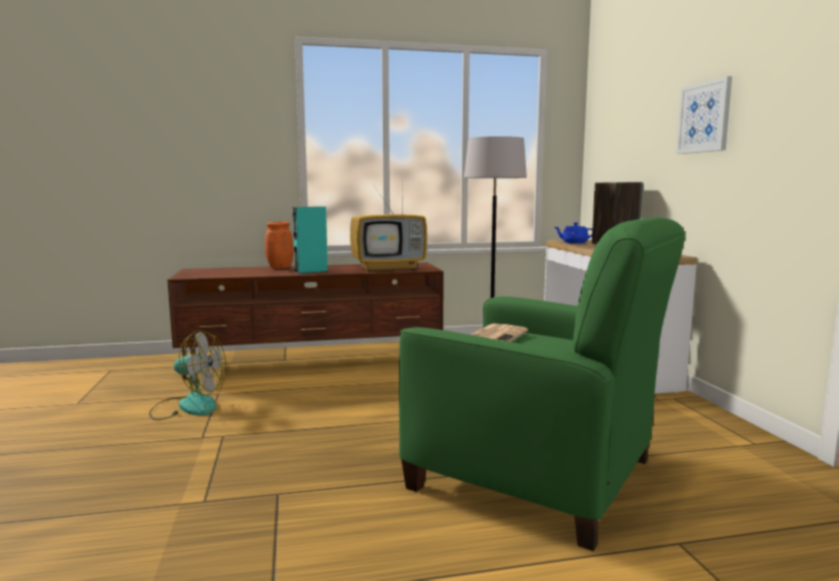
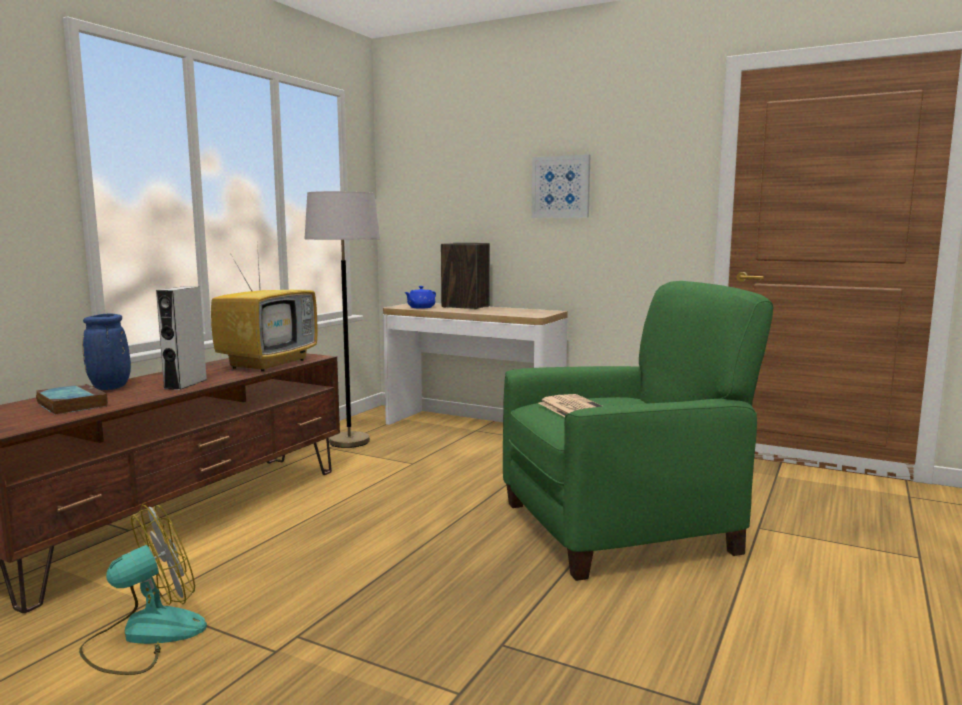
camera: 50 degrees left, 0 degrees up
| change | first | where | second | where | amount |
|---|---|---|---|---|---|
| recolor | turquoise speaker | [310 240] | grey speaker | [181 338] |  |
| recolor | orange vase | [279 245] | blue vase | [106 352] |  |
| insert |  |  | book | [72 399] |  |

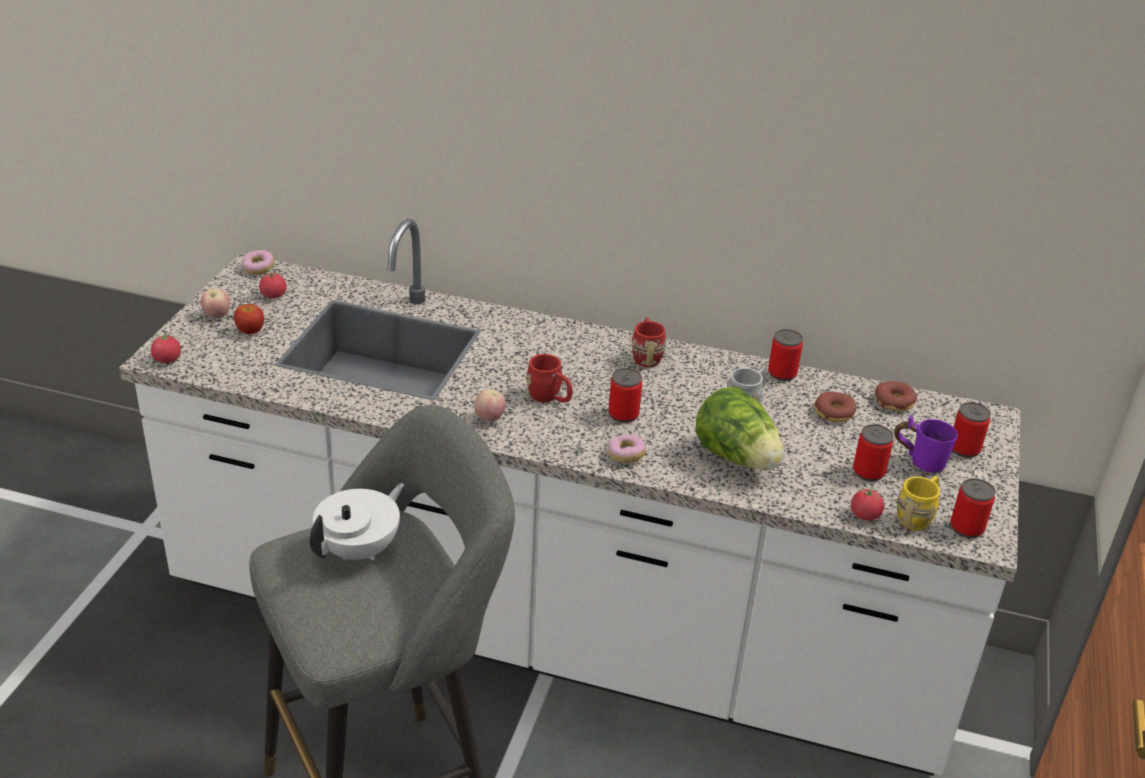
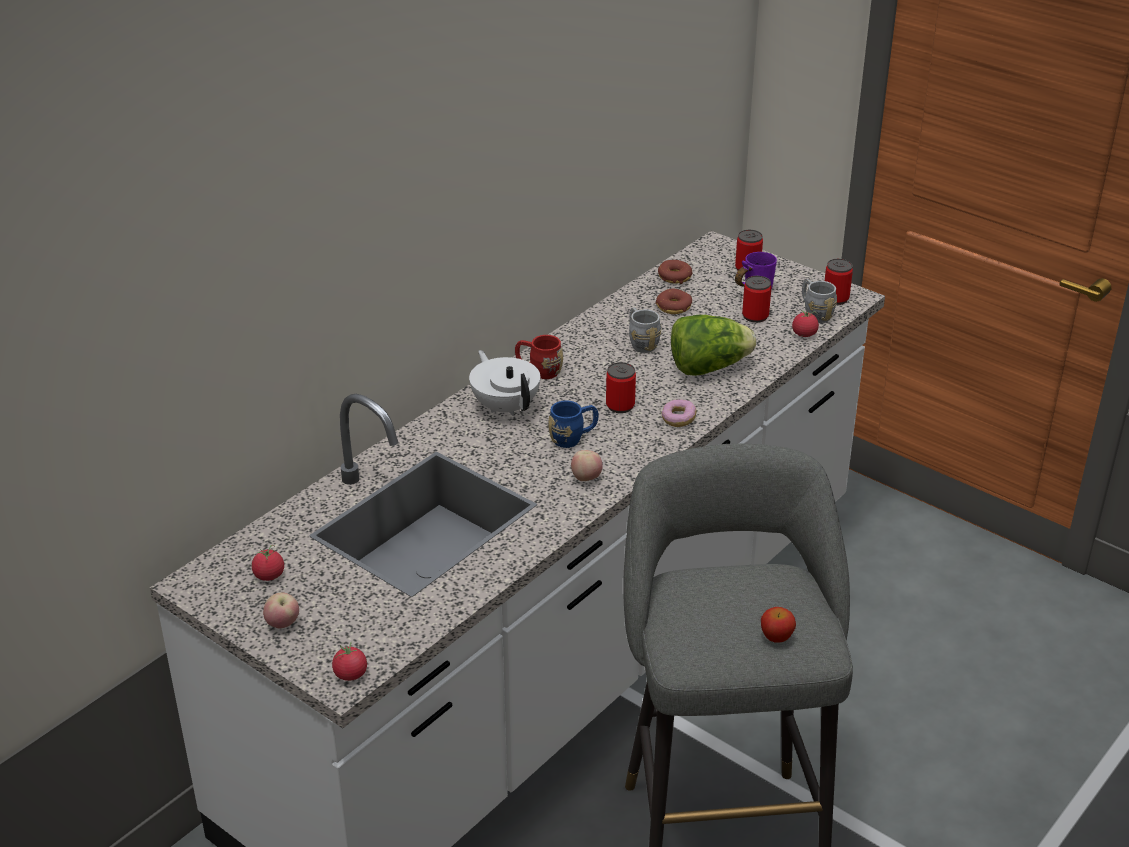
camera: 65 degrees left, 0 degrees up
| change | first | where | second | where | amount |
|---|---|---|---|---|---|
| delete | donut | [258 262] |  |  |  |
| move | apple | [249 319] |  | [778 625] |  |
| delete | can | [785 355] |  |  |  |
| recolor | red mug | [549 378] | blue mug | [573 424] |  |
| recolor | yellow mug | [918 503] | grey mug | [819 301] |  |
| move | white teapot | [357 522] |  | [504 383] |  |

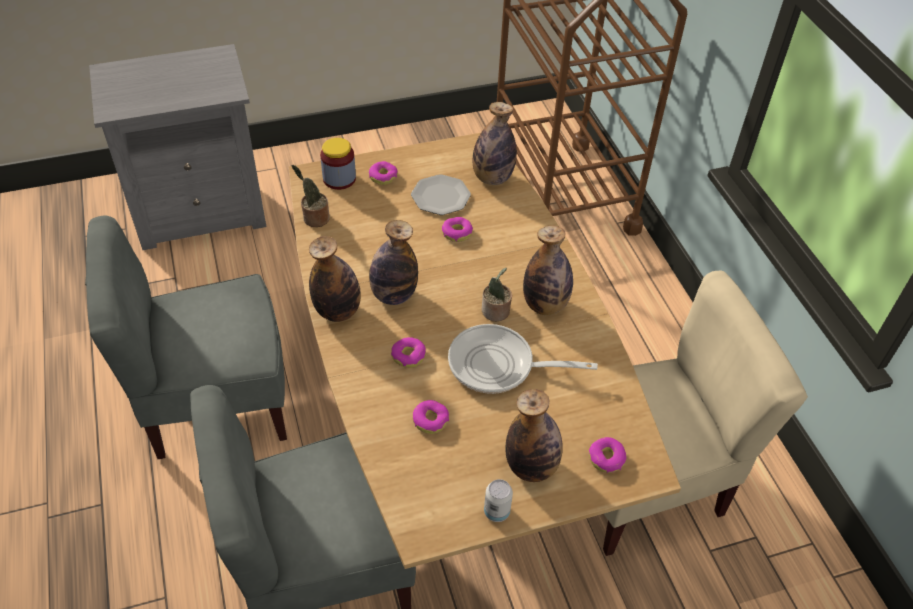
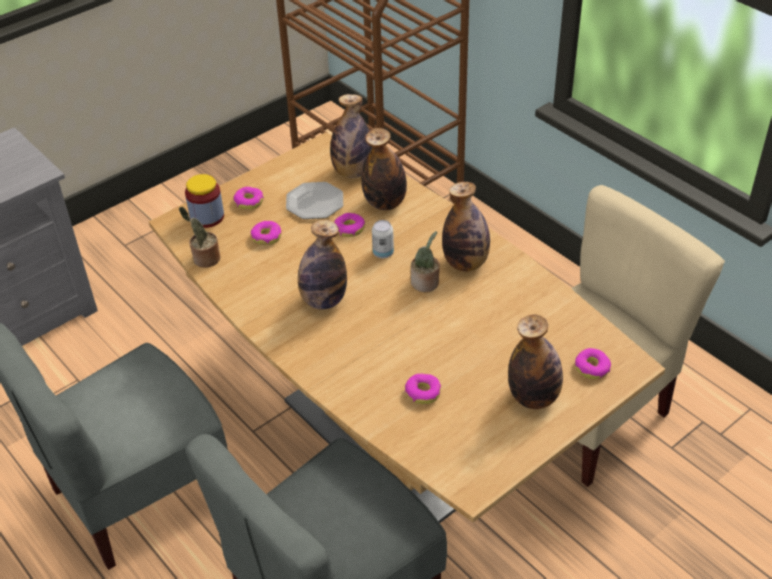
camera: 20 degrees left, 5 degrees down
| change | first | where | second | where | amount |
|---|---|---|---|---|---|
| move | bottle | [335 279] |  | [384 169] |  |
| delete | frying pan | [523 359] |  |  |  |
| move | donut | [408 352] |  | [266 233] |  |
| move | can | [498 500] |  | [383 239] |  |

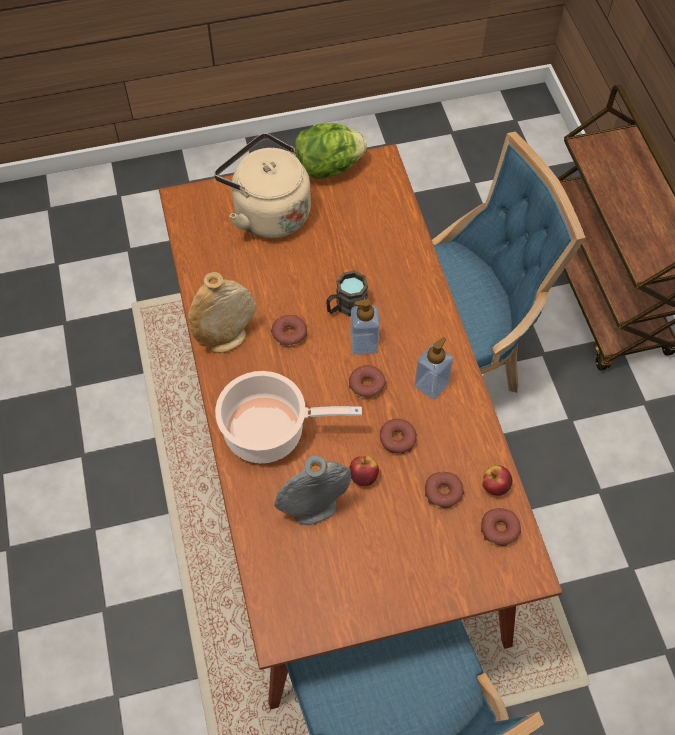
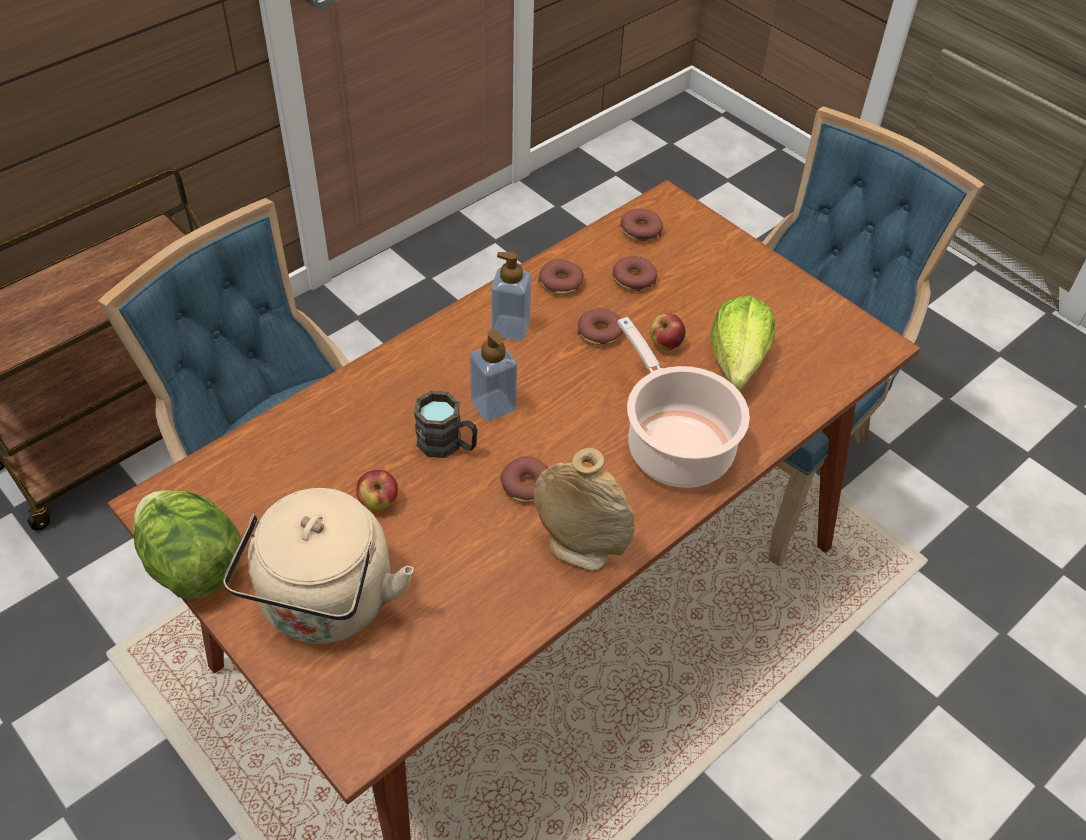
camera: 120 degrees left, 10 degrees down
| change | first | where | second | where | amount |
|---|---|---|---|---|---|
| move | donut | [367 381] |  | [561 277] |  |
| replace | grey vase | [312 490] | lettuce | [743 342] |  |
| move | apple | [497 480] |  | [377 490] |  |

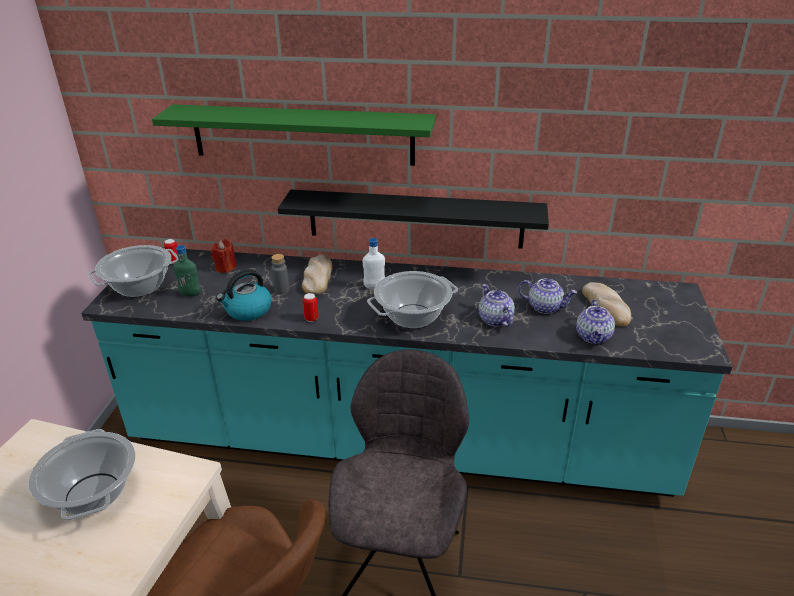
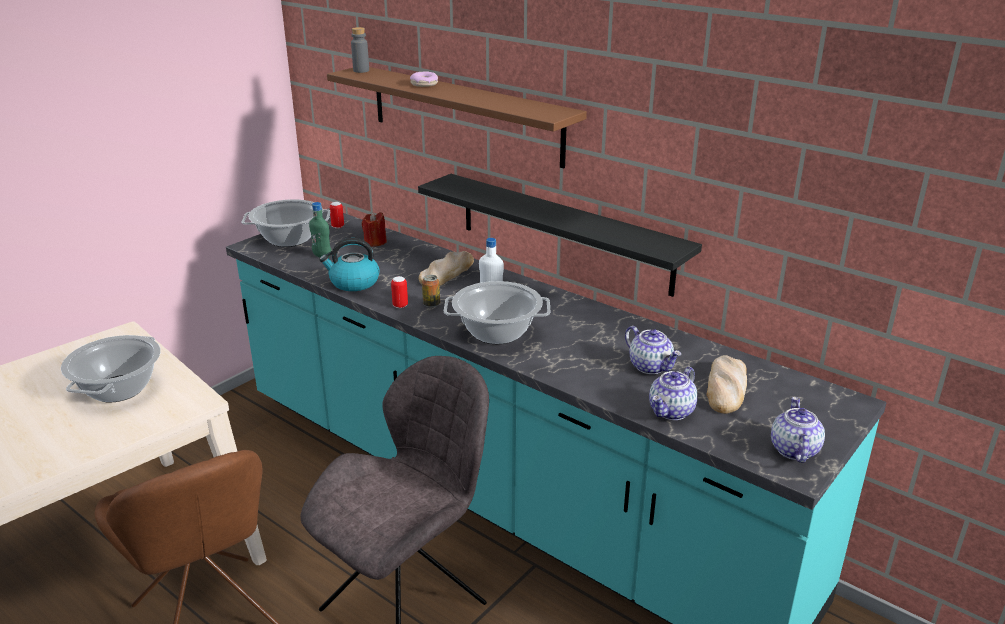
camera: 30 degrees right, 5 degrees down
| change | first | where | second | where | amount |
|---|---|---|---|---|---|
| recolor | green shelf | [294 135] | brown shelf | [457 118] |  |
| move | grey bottle | [280 274] |  | [360 50] |  |
| move | teapot | [497 305] |  | [798 430] |  |
| insert |  |  | donut | [424 79] |  |
| insert |  |  | can | [431 291] |  |

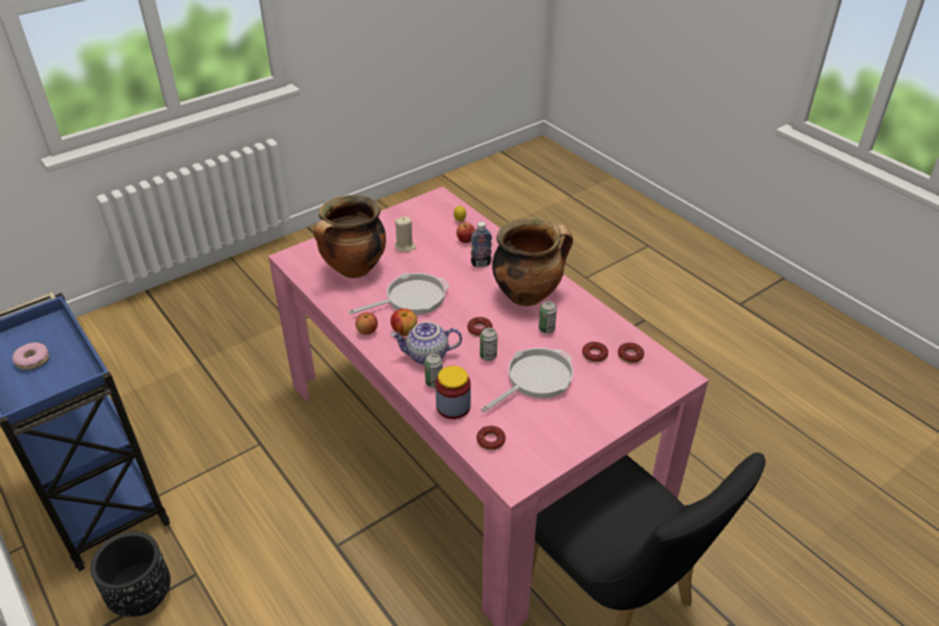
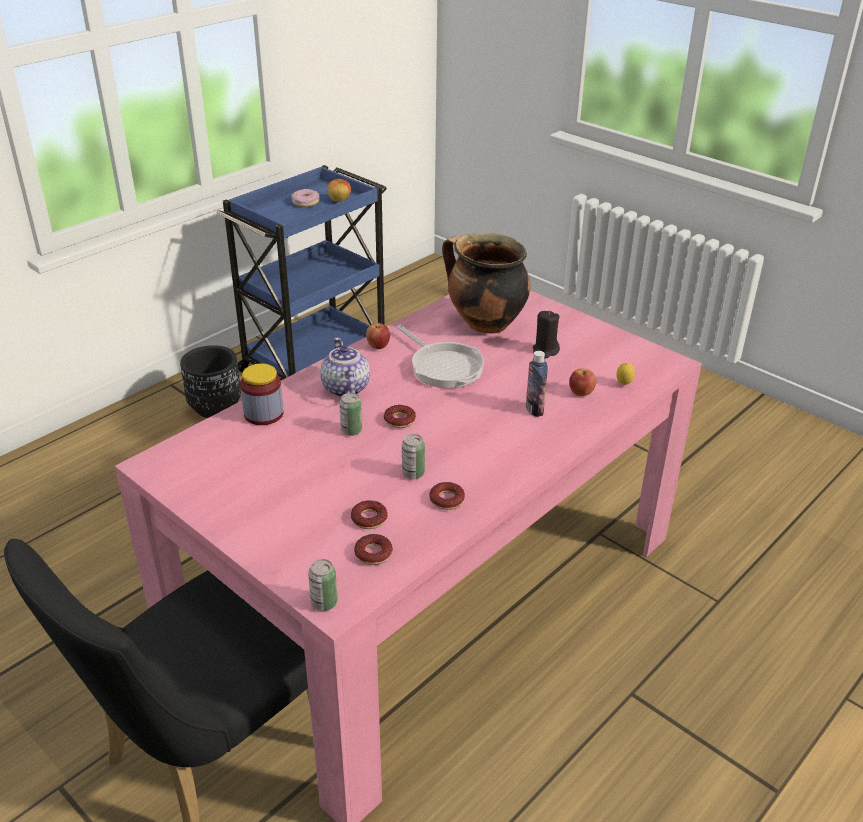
camera: 80 degrees right, 5 degrees down
| change | first | where | second | where | amount |
|---|---|---|---|---|---|
| recolor | beige candle | [405 234] | black candle | [546 334] |  |
| delete | cooking pot | [532 262] |  |  |  |
| move | apple | [404 322] |  | [339 190] |  |
| delete | frying pan | [527 380] |  |  |  |
| move | can | [433 370] |  | [323 585] |  |
| move | donut | [491 438] |  | [447 496] |  |

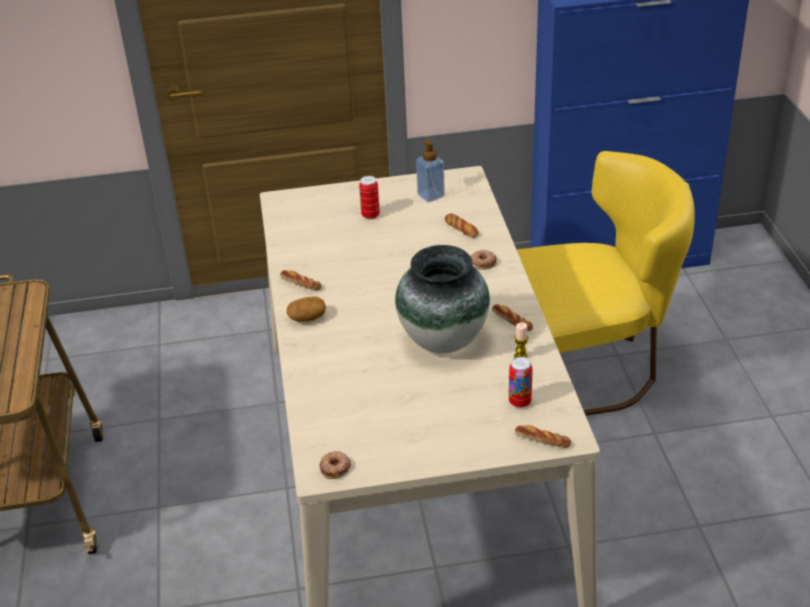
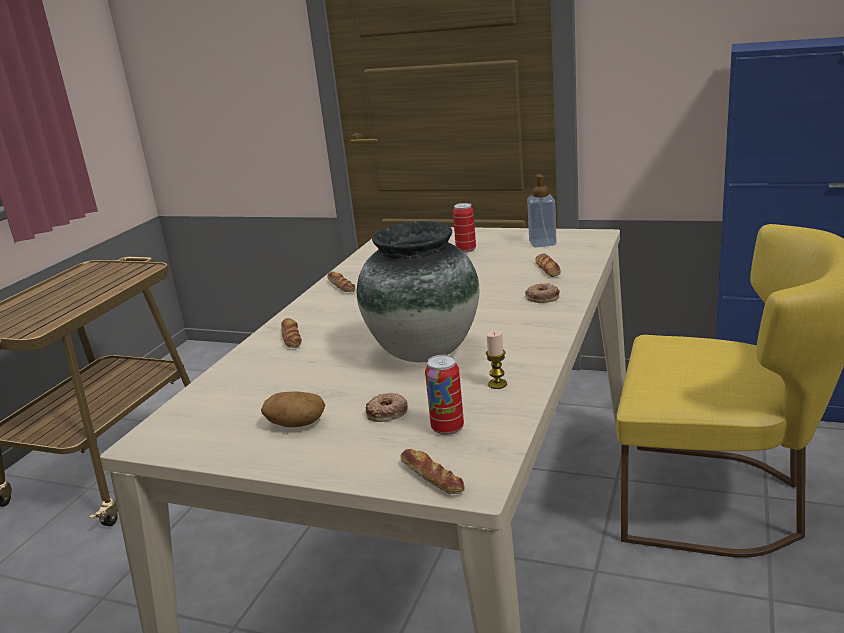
camera: 30 degrees right, 15 degrees down
| change | first | where | second | where | amount |
|---|---|---|---|---|---|
| move | potato | [306 309] |  | [293 409] |  |
| move | bread | [512 317] |  | [291 333] |  |
| move | donut | [335 465] |  | [386 407] |  |

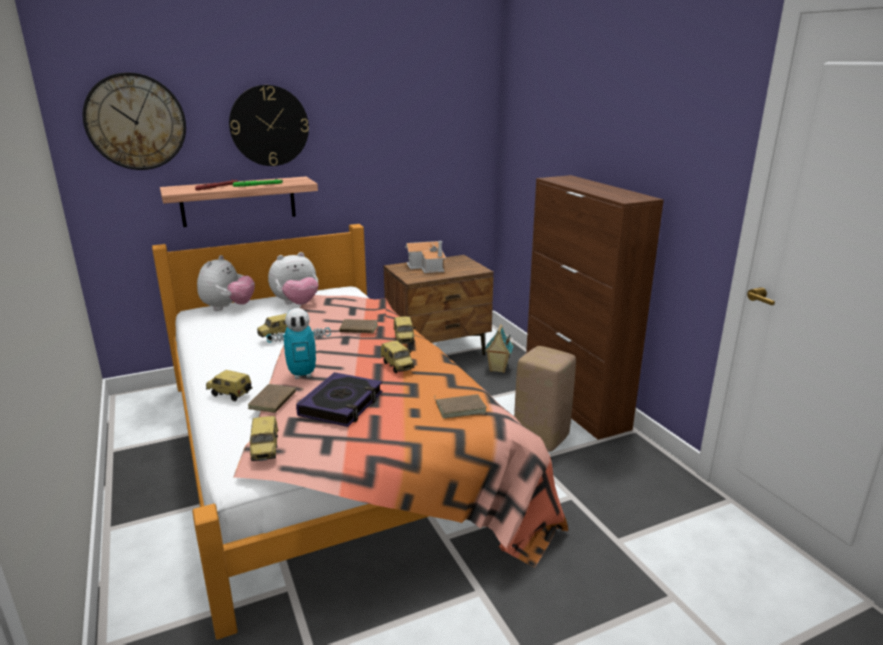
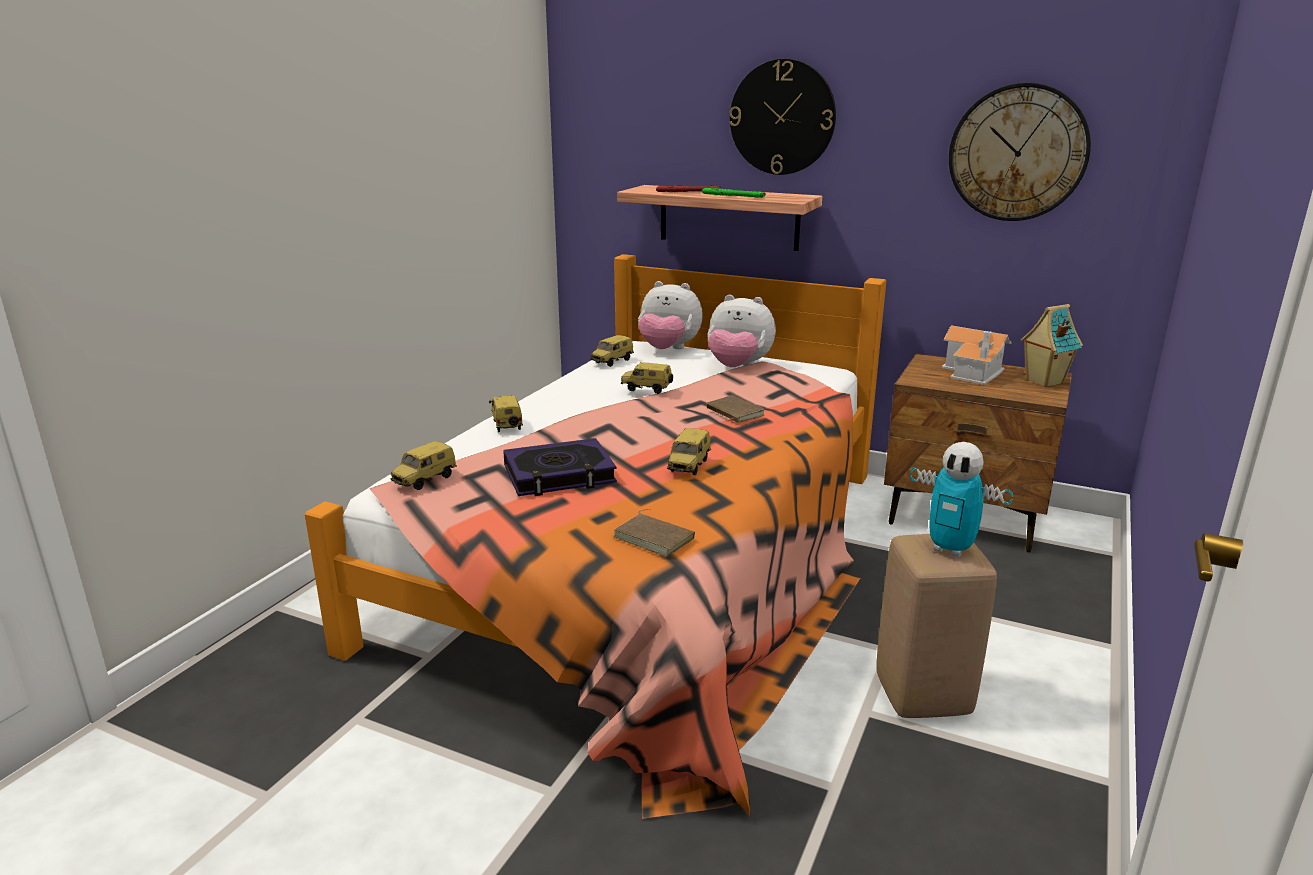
camera: 50 degrees right, 0 degrees up
| change | first | where | second | where | amount |
|---|---|---|---|---|---|
| move | wall clock | [134 121] |  | [1020 152] |  |
| delete | brown cabinet | [595 307] |  |  |  |
| rotate | plush toy | [226 283] |  | [670 315] | 45 degrees clockwise |
| move | toy robot | [298 343] |  | [961 500] |  |
| move | toy car | [404 330] |  | [612 351] |  |
| move | toy house | [498 348] |  | [1052 345] |  |
| delete | brown book | [276 398] |  |  |  |

